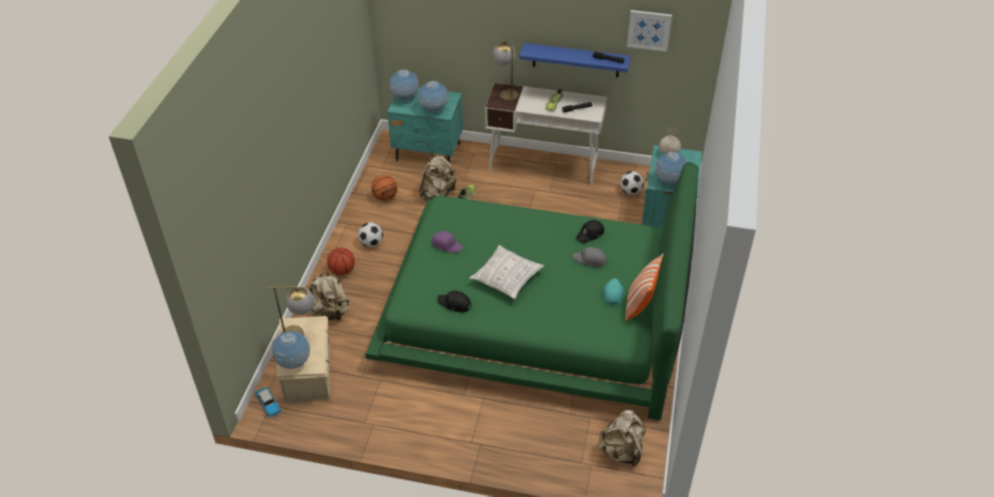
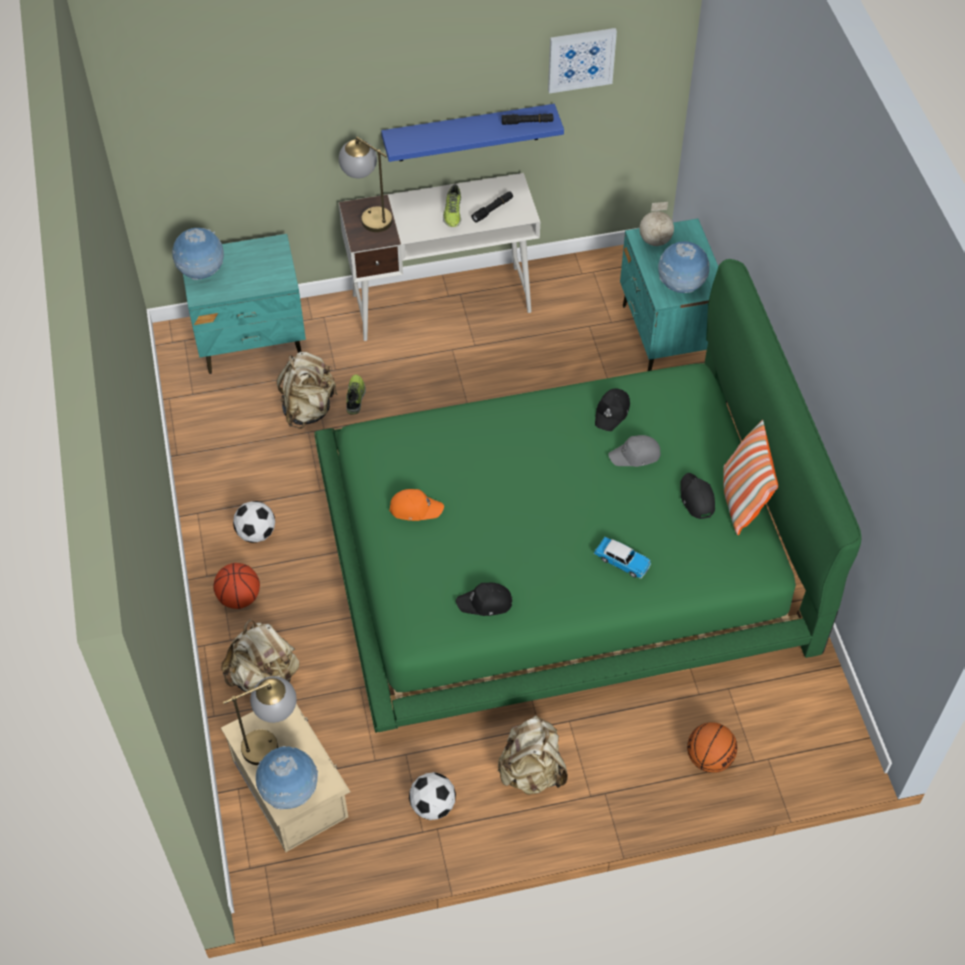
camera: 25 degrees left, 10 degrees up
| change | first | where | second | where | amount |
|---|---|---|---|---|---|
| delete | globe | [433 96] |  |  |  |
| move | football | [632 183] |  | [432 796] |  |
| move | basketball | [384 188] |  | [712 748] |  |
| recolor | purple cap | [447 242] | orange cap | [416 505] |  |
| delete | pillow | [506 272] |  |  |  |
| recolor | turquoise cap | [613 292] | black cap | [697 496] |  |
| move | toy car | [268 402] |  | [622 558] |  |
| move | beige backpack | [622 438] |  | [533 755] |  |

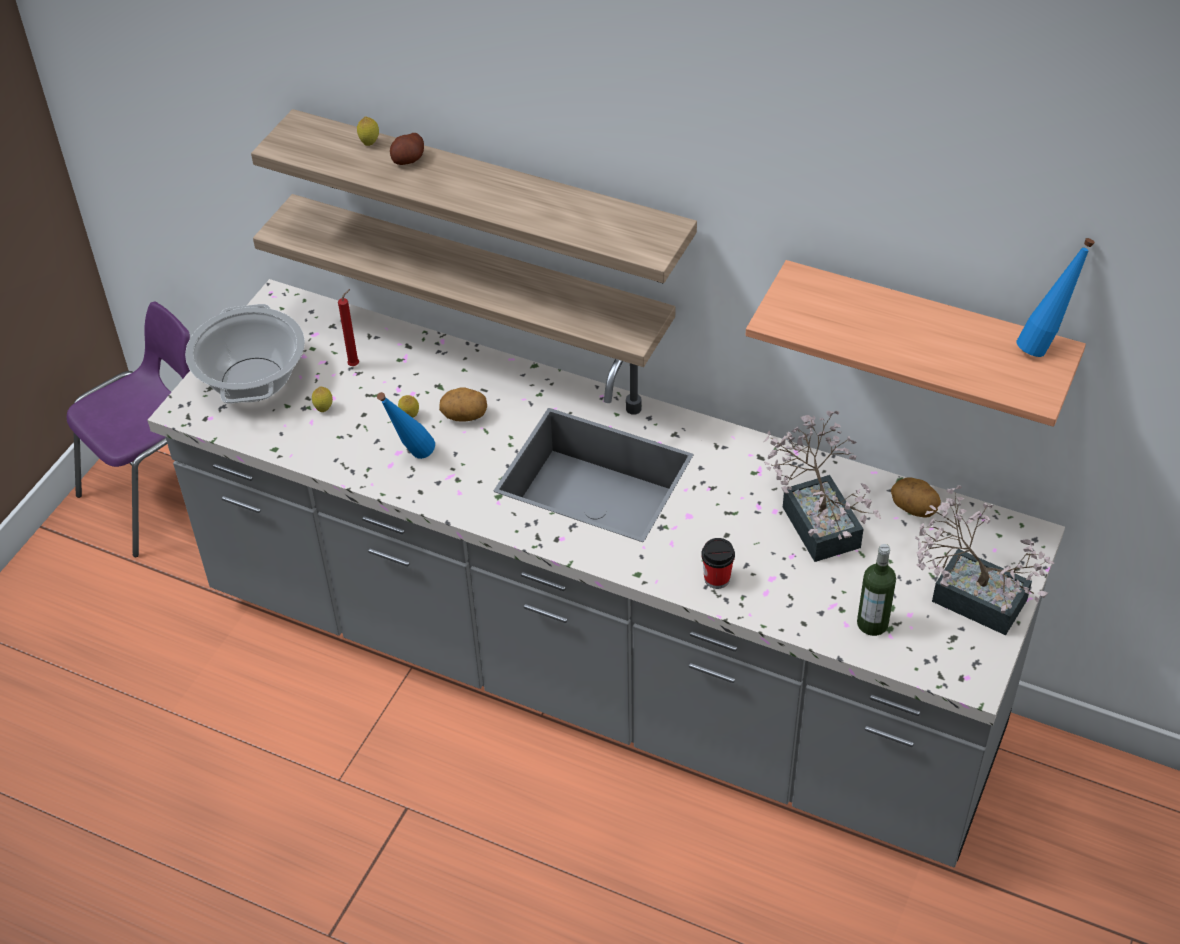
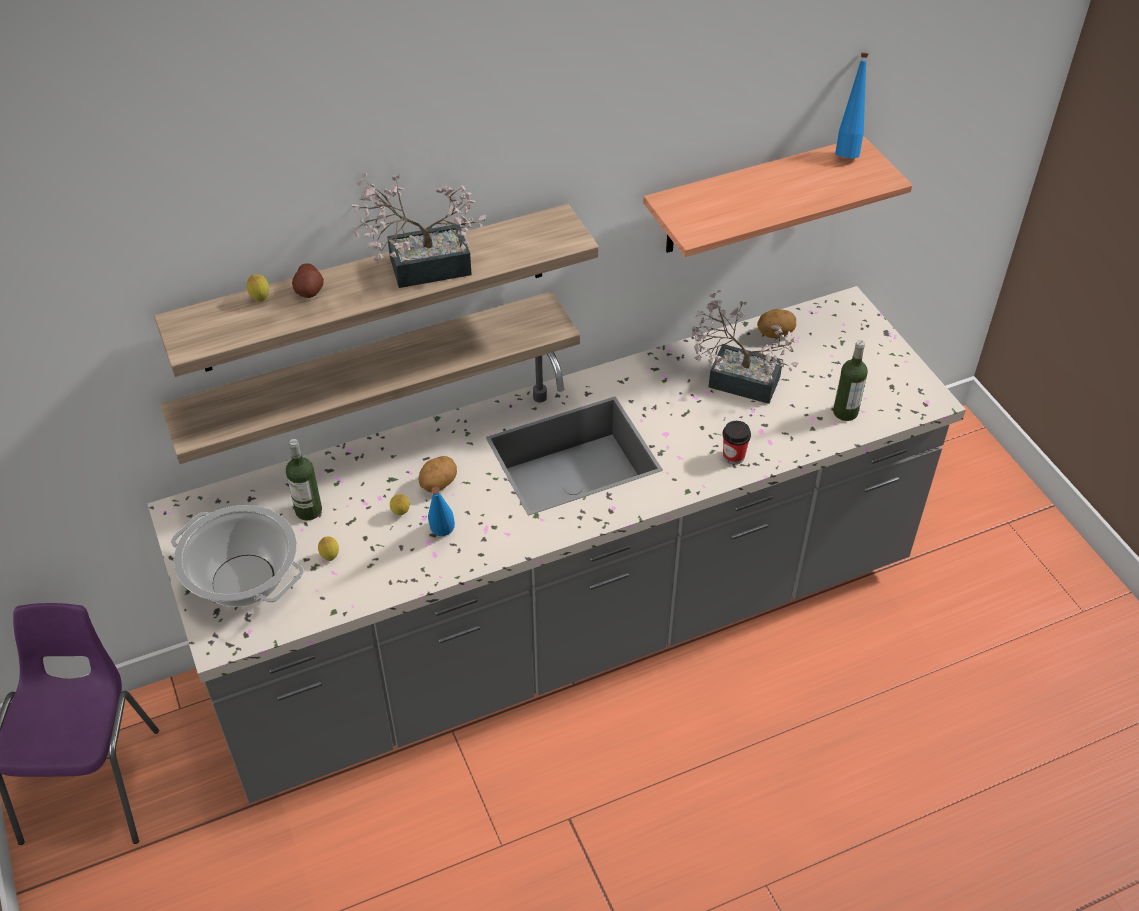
camera: 50 degrees left, 0 degrees up
| change | first | where | second | where | amount |
|---|---|---|---|---|---|
| replace | red candle | [348 327] | bottle | [304 479] |  |
| move | potted plant | [984 560] |  | [419 230] |  |

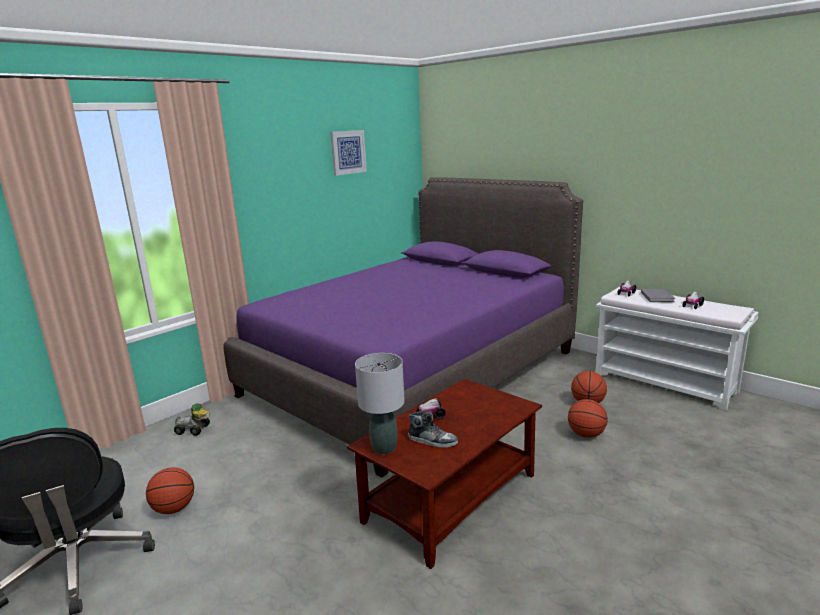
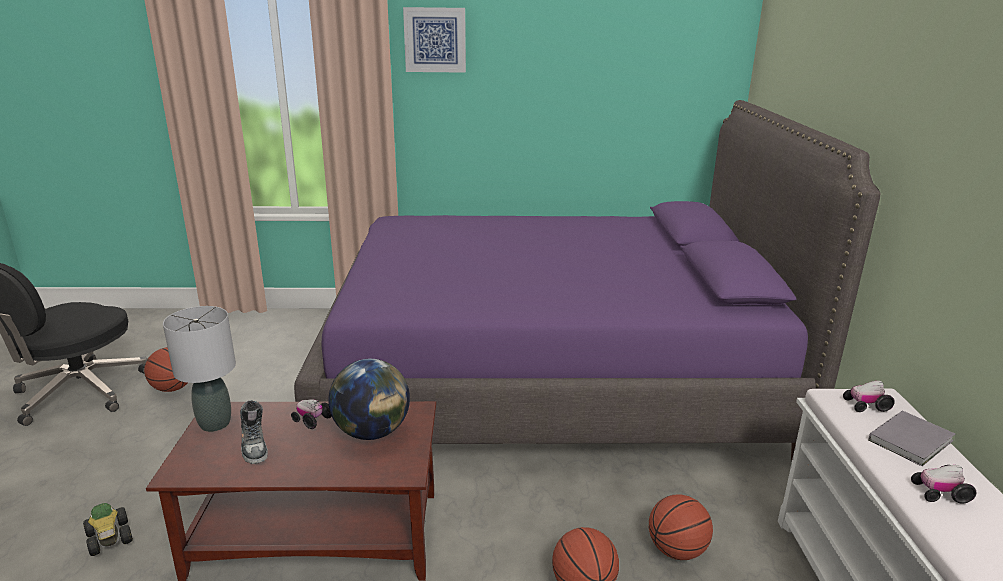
camera: 45 degrees right, 5 degrees up
| change | first | where | second | where | amount |
|---|---|---|---|---|---|
| move | picture | [348 153] |  | [434 40] |  |
| move | toy car | [192 419] |  | [108 529] |  |
| insert |  |  | globe | [369 399] |  |

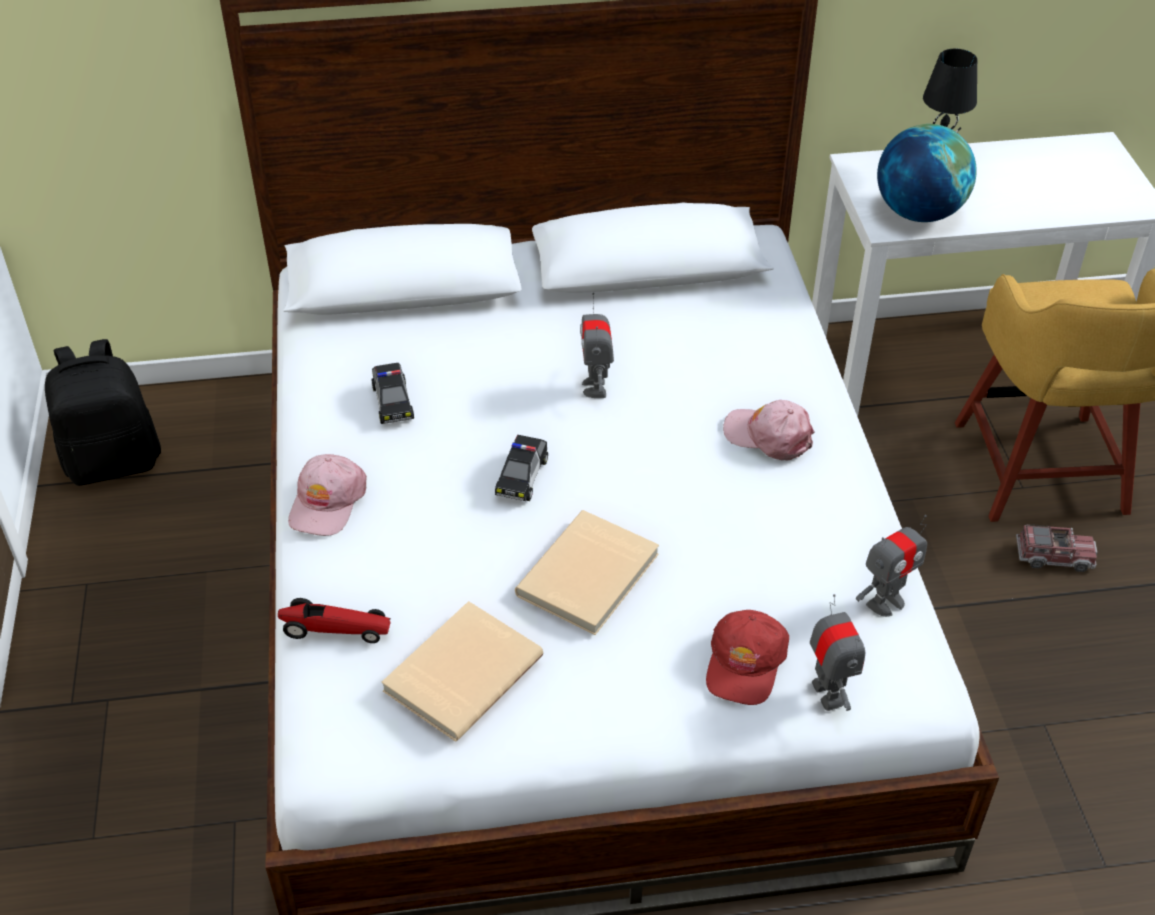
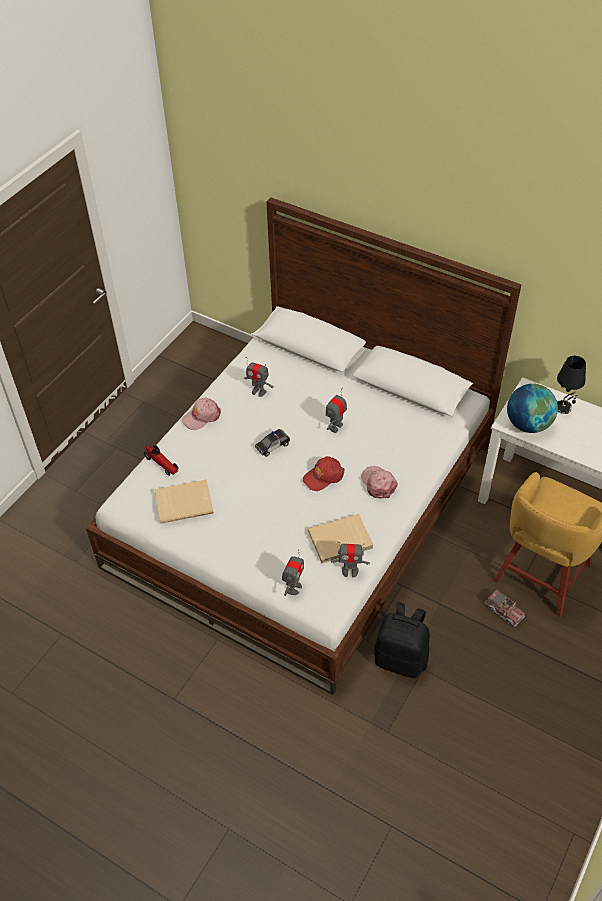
camera: 40 degrees right, 5 degrees up
| change | first | where | second | where | amount |
|---|---|---|---|---|---|
| move | black backpack | [103 412] |  | [402 640] |  |
| replace | toy car | [392 393] | toy robot | [259 377] |  |
| move | beige book | [587 572] |  | [340 539] |  |
| move | red cap | [747 657] |  | [323 473] |  |

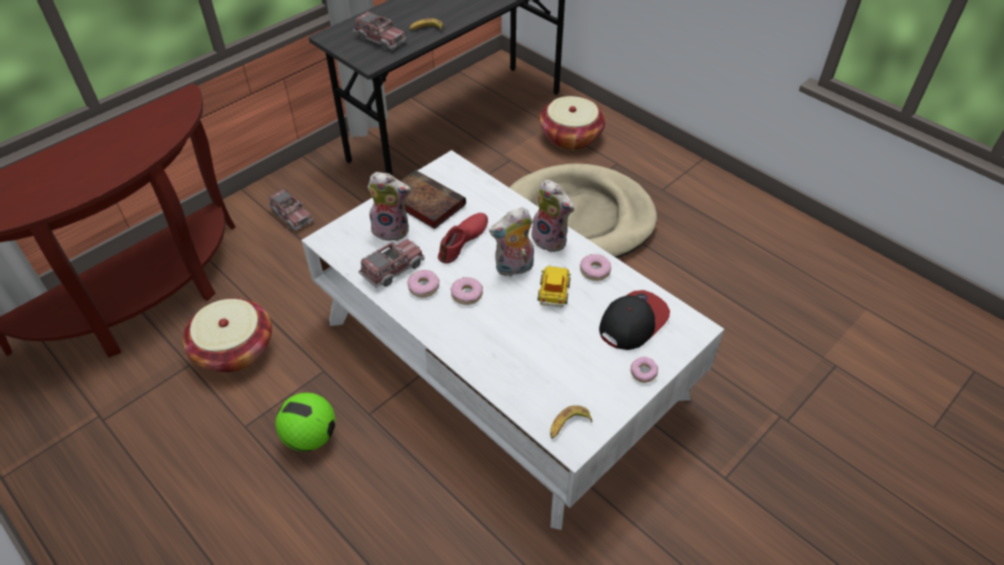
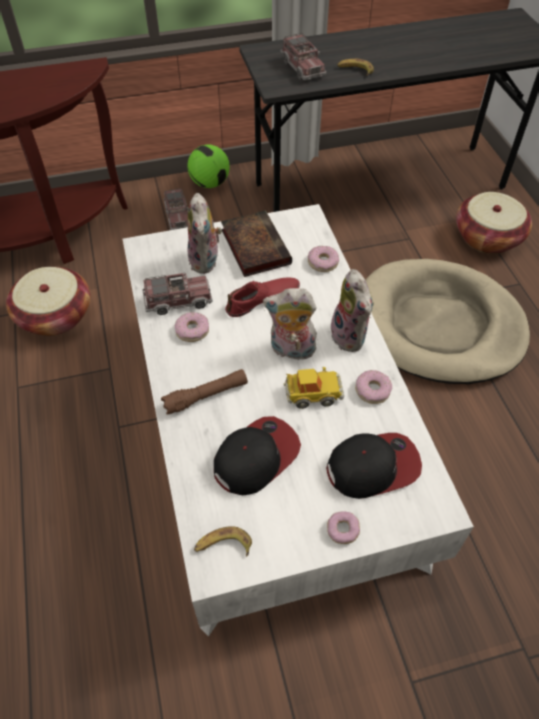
camera: 30 degrees right, 5 degrees up
| change | first | where | second | where | amount |
|---|---|---|---|---|---|
| rotate | plush toy | [389 206] |  | [204 233] | 45 degrees clockwise |
| rotate | toy car | [554 286] |  | [314 388] | 45 degrees clockwise |
| move | donut | [467 291] |  | [323 259] |  |
| move | football | [305 422] |  | [208 166] |  |
| insert |  |  | brown flashlight | [204 392] |  |
| insert |  |  | cap | [257 455] |  |

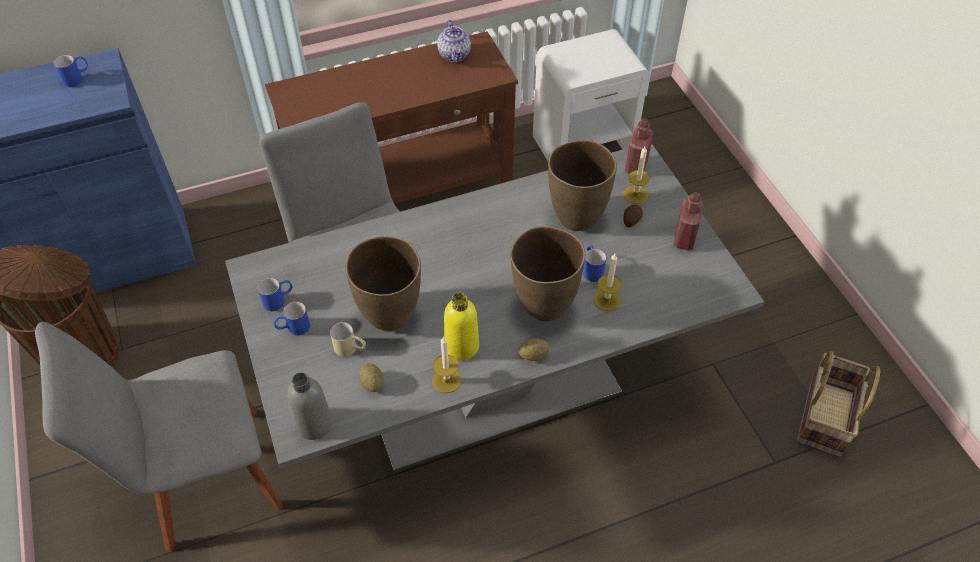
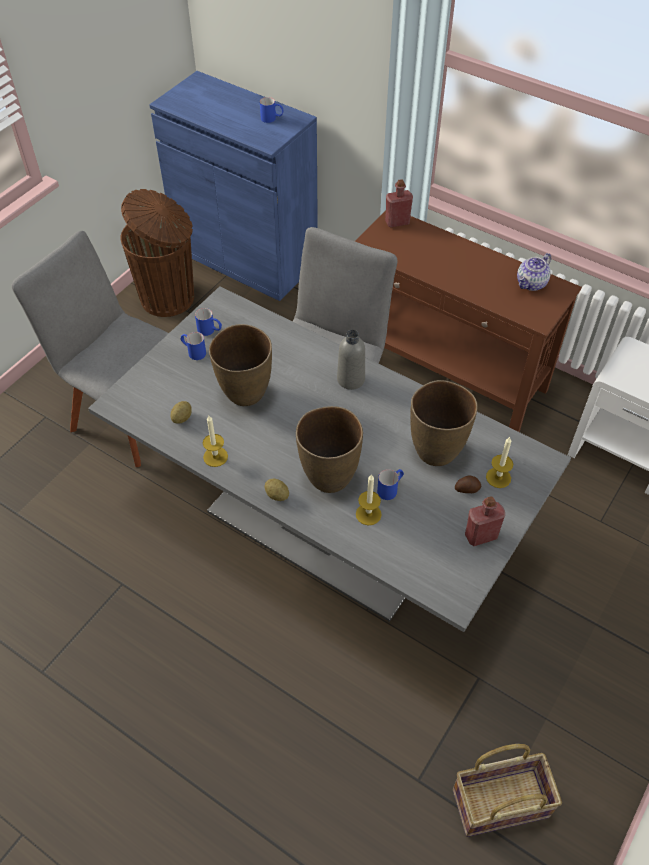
camera: 55 degrees right, 0 degrees up
| change | first | where | second | where | amount |
|---|---|---|---|---|---|
| move | red bottle | [639 146] |  | [399 204] |  |
| delete | yellow bottle | [461 326] |  |  |  |
| delete | beige mug | [348 339] |  |  |  |
| move | grey bottle | [310 406] |  | [351 360] |  |

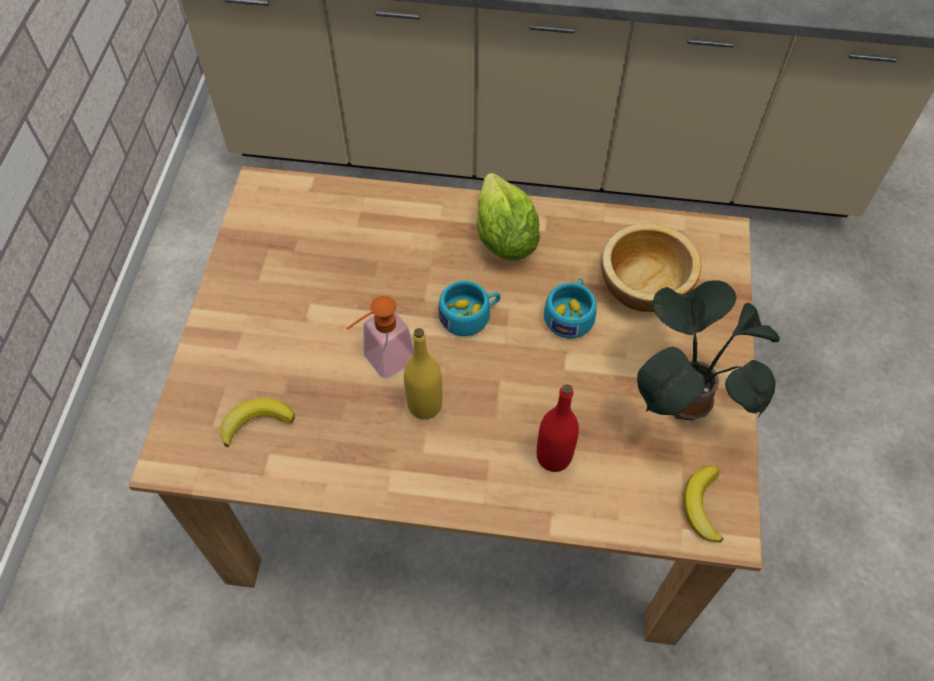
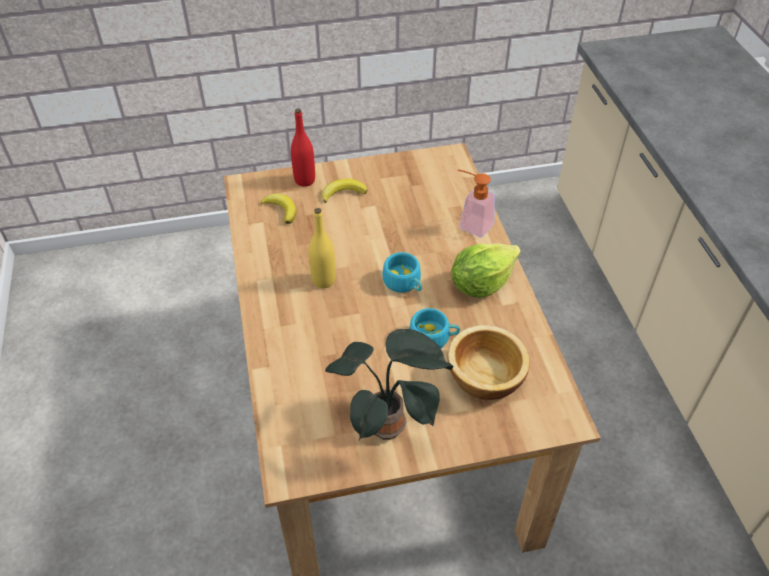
camera: 70 degrees right, 10 degrees down
| change | first | where | second | where | amount |
|---|---|---|---|---|---|
| move | soap dispenser | [380 337] |  | [476 203] |  |
| move | red bottle | [558 428] |  | [303 148] |  |
| move | banana | [703 504] |  | [344 191] |  |

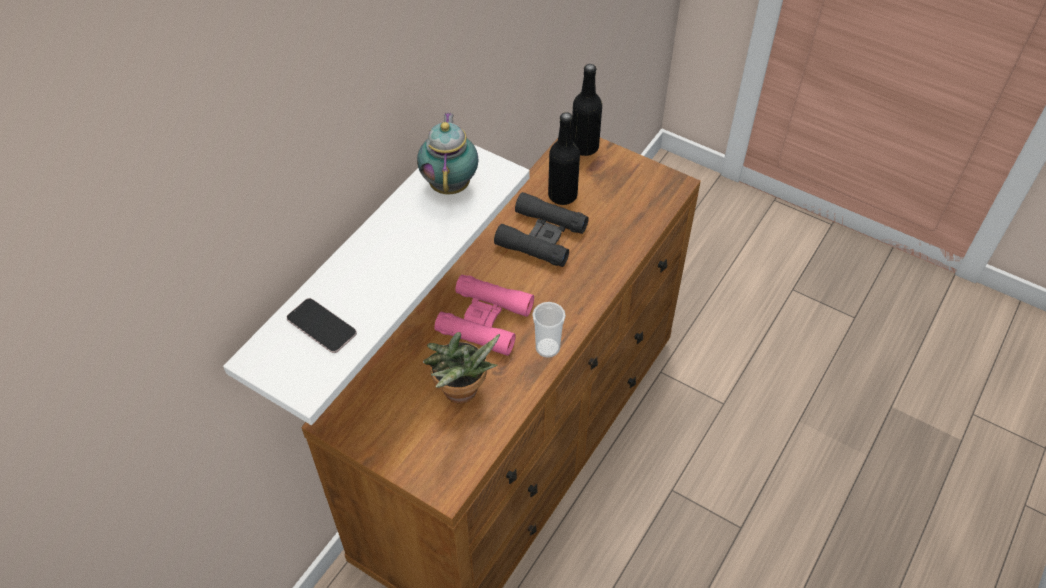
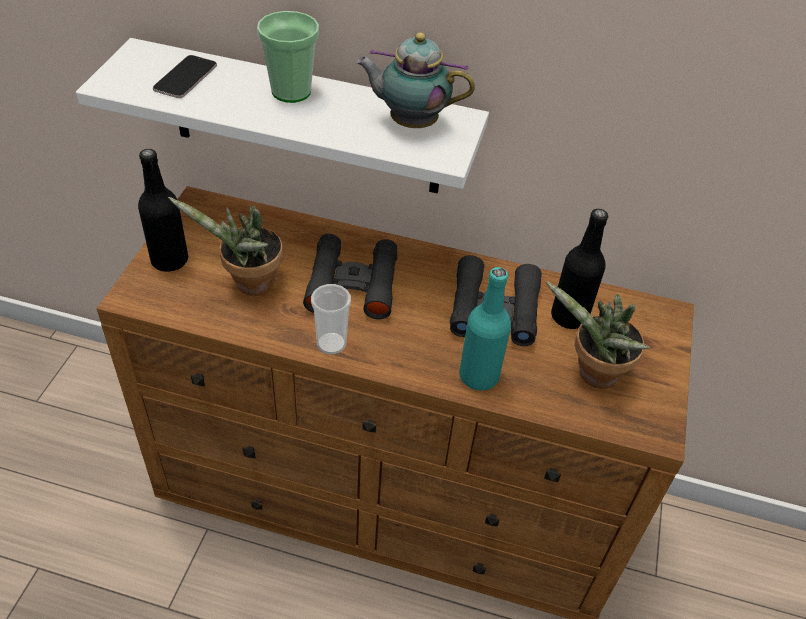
camera: 70 degrees right, 5 degrees down
| change | first | where | second | where | amount |
|---|---|---|---|---|---|
| move | black bottle | [587 110] |  | [163 210] |  |
| rotate | teapot | [447 154] |  | [415 80] | 150 degrees counterclockwise |
| recolor | pink binoculars | [484 315] | black binoculars | [350 276] |  |
| insert |  |  | cup | [288 57] |  |
| insert |  |  | turquoise bottle | [485 329] |  |
| insert |  |  | potted plant | [598 335] |  |

